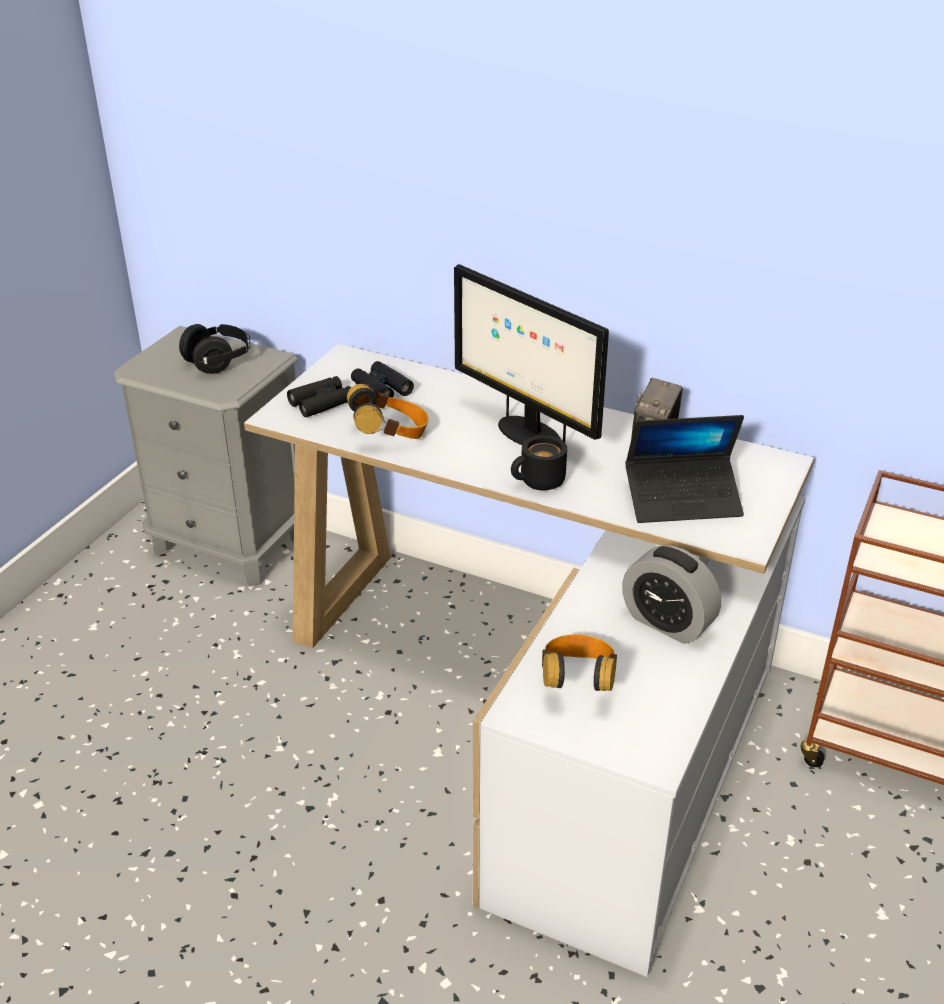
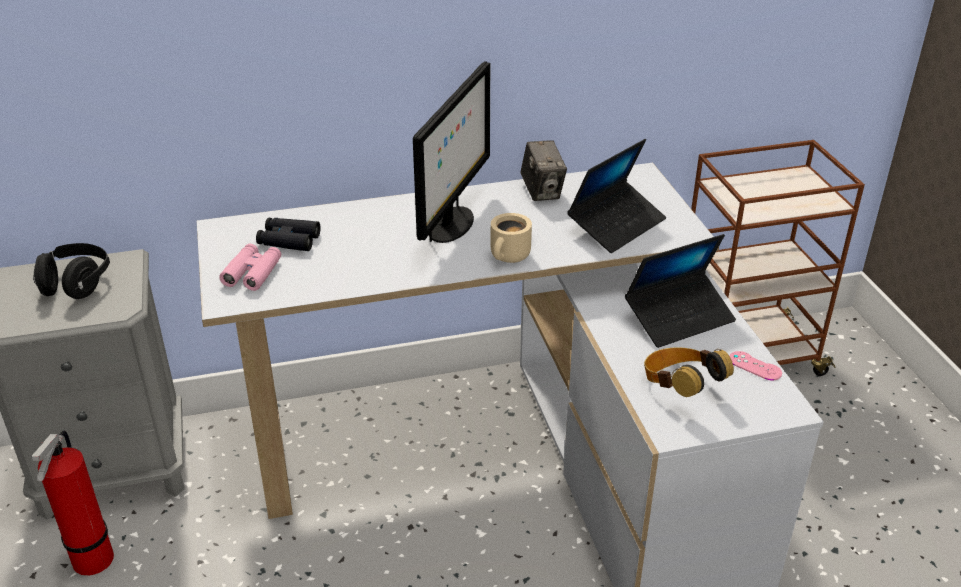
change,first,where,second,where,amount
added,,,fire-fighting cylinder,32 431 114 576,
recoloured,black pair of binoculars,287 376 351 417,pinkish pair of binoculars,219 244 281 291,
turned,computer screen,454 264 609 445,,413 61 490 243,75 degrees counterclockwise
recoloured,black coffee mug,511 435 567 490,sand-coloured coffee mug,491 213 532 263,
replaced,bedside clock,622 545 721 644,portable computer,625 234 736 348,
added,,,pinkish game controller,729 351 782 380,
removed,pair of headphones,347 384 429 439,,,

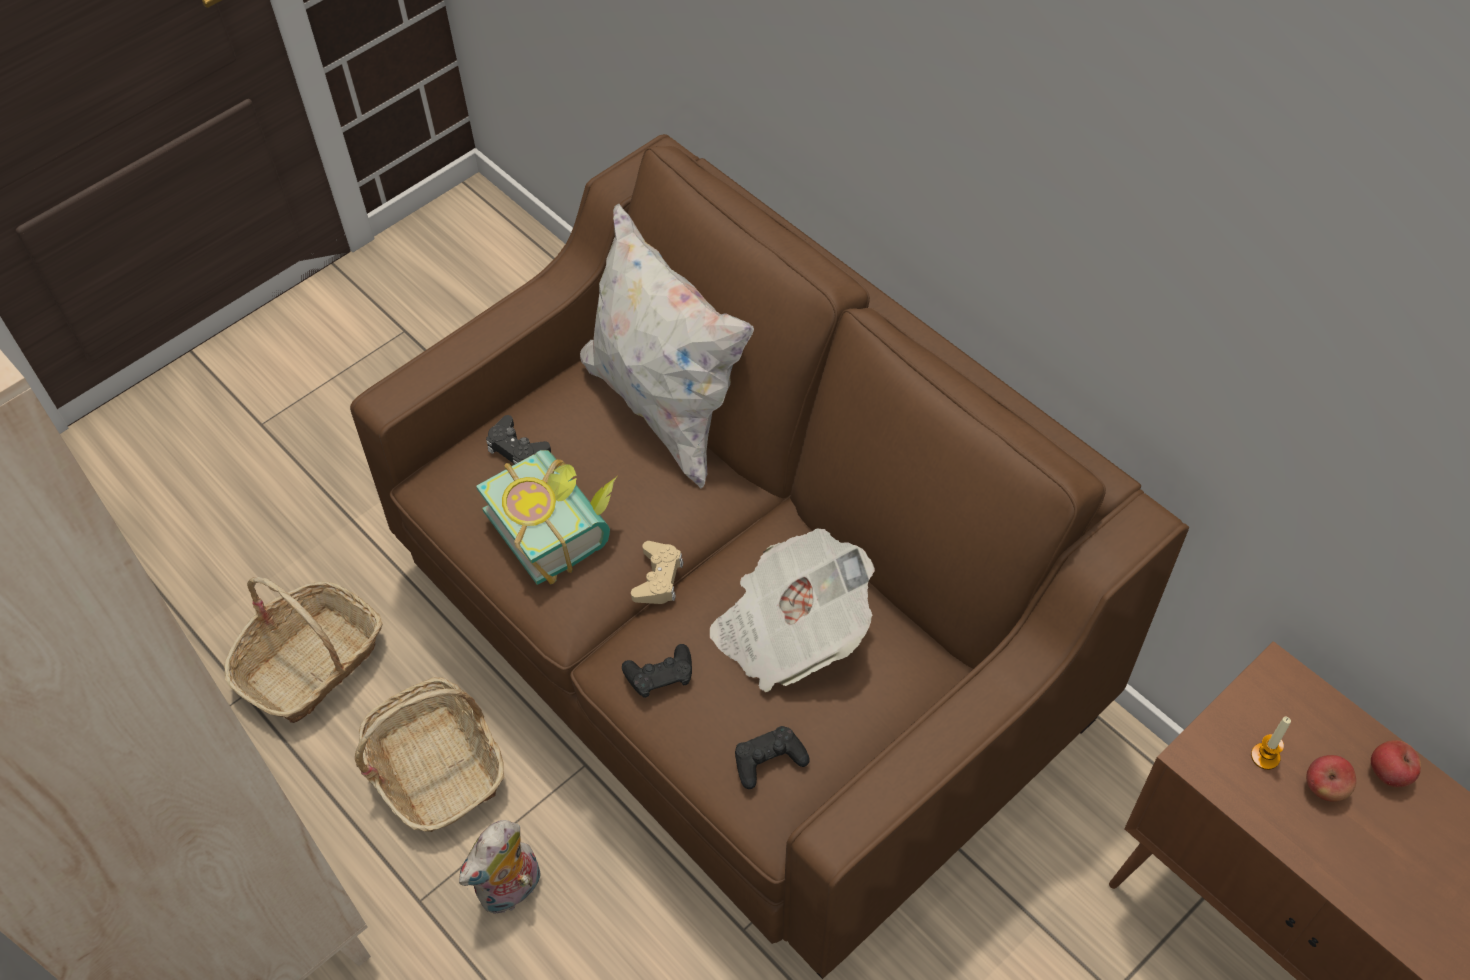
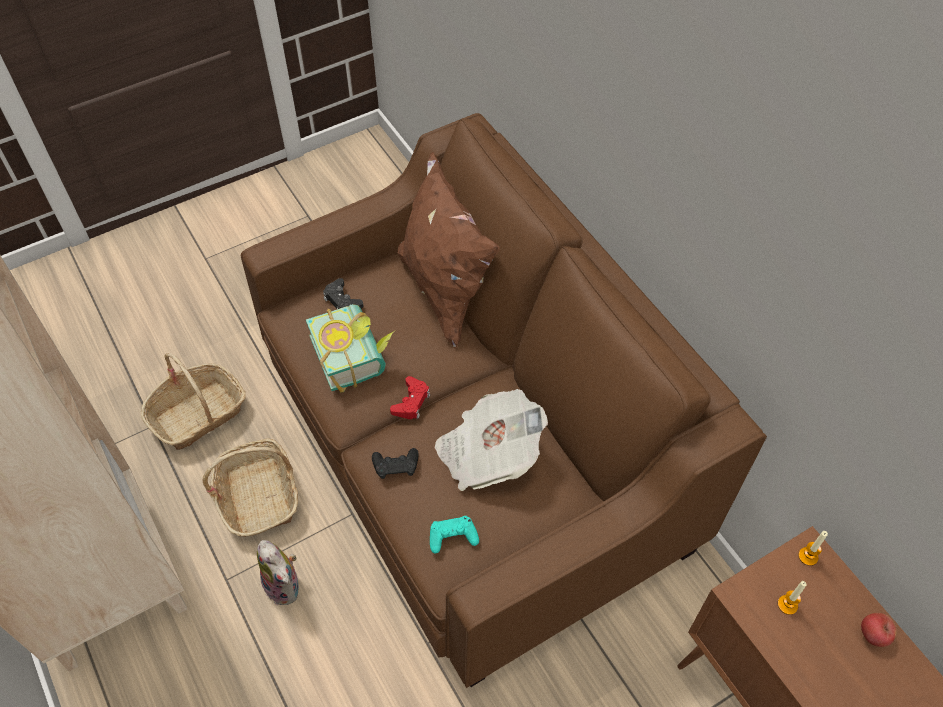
change,first,where,second,where,amount
turned,plush toy,459 820 541 914,,257 540 299 606,90 degrees counterclockwise
recoloured,sand-coloured game controller,631 541 684 604,reddish game controller,390 376 430 419,
recoloured,whitish cushion,580 204 754 488,brown-coloured cushion,398 152 500 349,
recoloured,black game controller,735 726 810 789,blue-green game controller,430 516 479 553,
added,,,wax candle,798 531 828 566,
removed,whole apple,1306 755 1356 802,,,

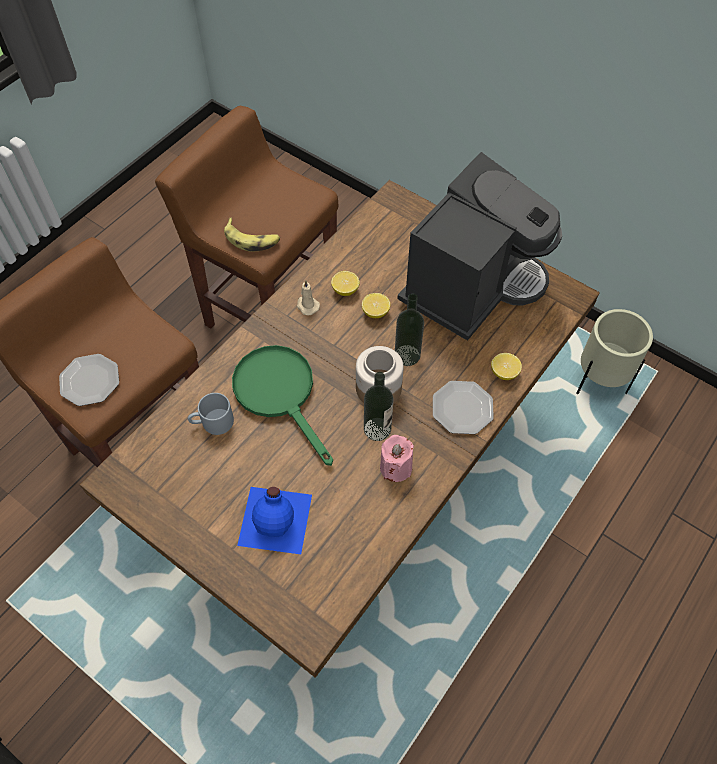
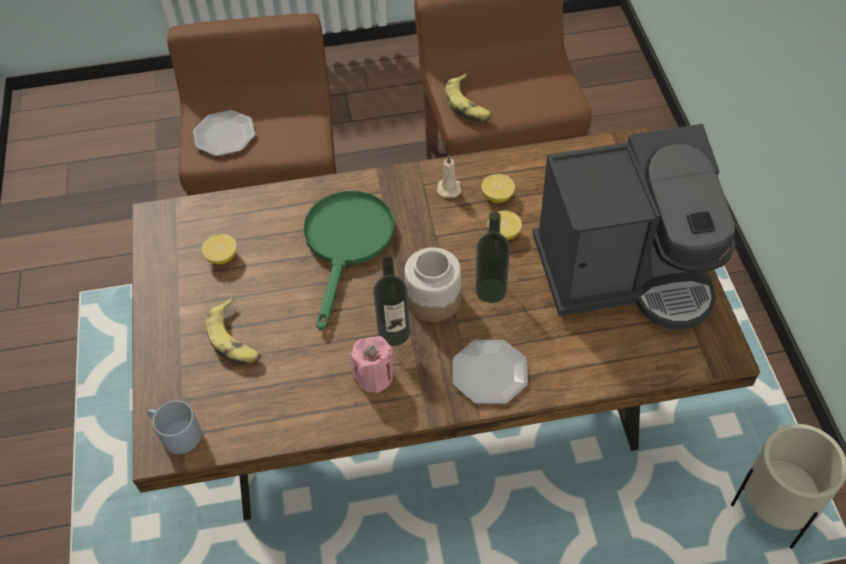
change,first,where,second,where,amount
moved,grey coffee mug,188 393 234 435,,147 401 201 454,
moved,lemon,491 353 522 380,,202 234 237 264,
replaced,blue bottle,237 487 312 554,banana fruit,205 298 262 364,

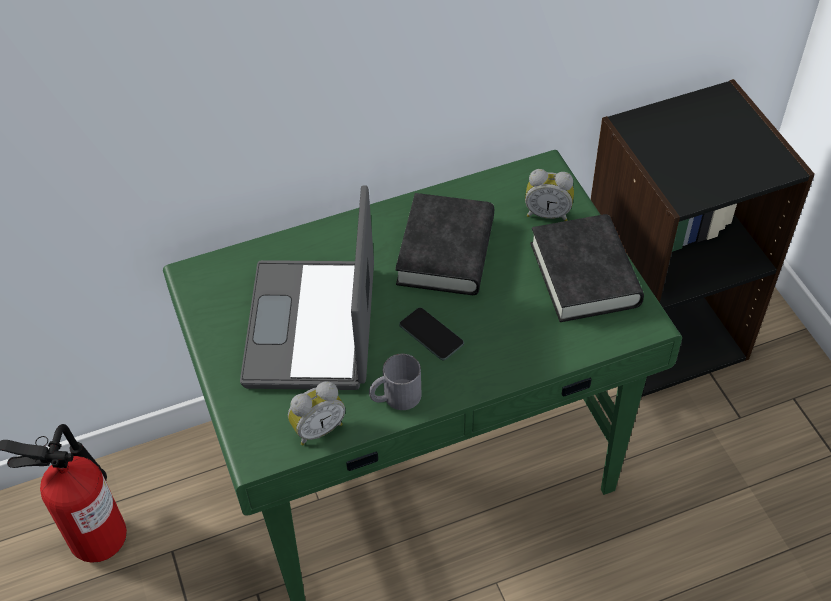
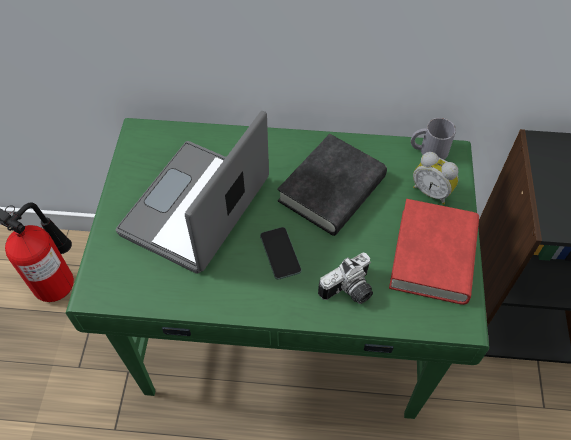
change,first,where,second,where,amount
added,,,photo camera,318 252 373 304,
recoloured,black book,530 214 644 322,reddish book,389 199 479 305,
moved,grey coffee mug,369 354 421 410,,411 118 456 160,
removed,bedside clock,288 381 345 446,,,

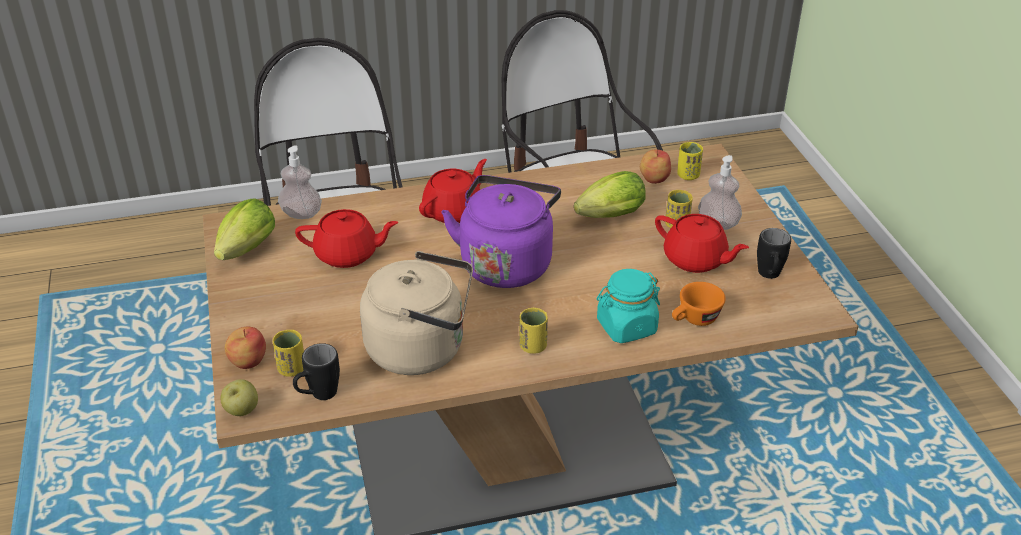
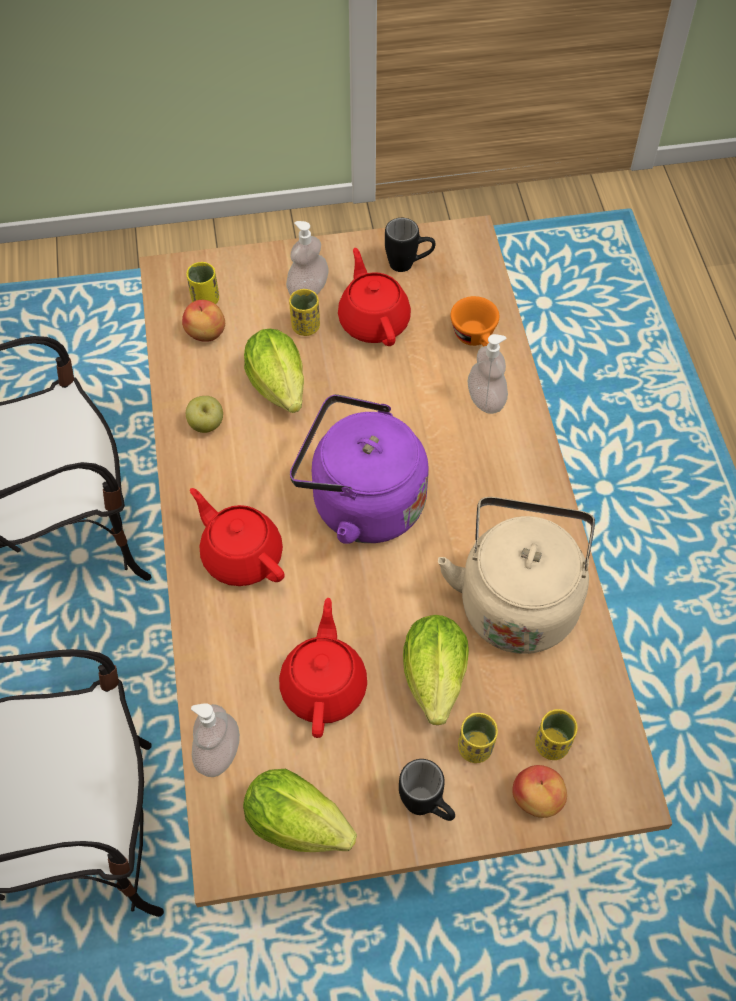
change,first,where,second,where,amount
moved,whole apple,220 379 258 416,,186 396 223 433,
turned,reddish teapot,655 214 749 273,,338 248 411 346,60 degrees counterclockwise
moved,black coffee mug,293 343 340 400,,399 759 455 821,
added,,,lettuce head,403 615 469 725,
moved,yellow-coloured cup,519 308 548 354,,458 713 498 763,
replaced,blue-green preserve jar,597 269 660 343,liquid soap bottle,468 334 508 414,

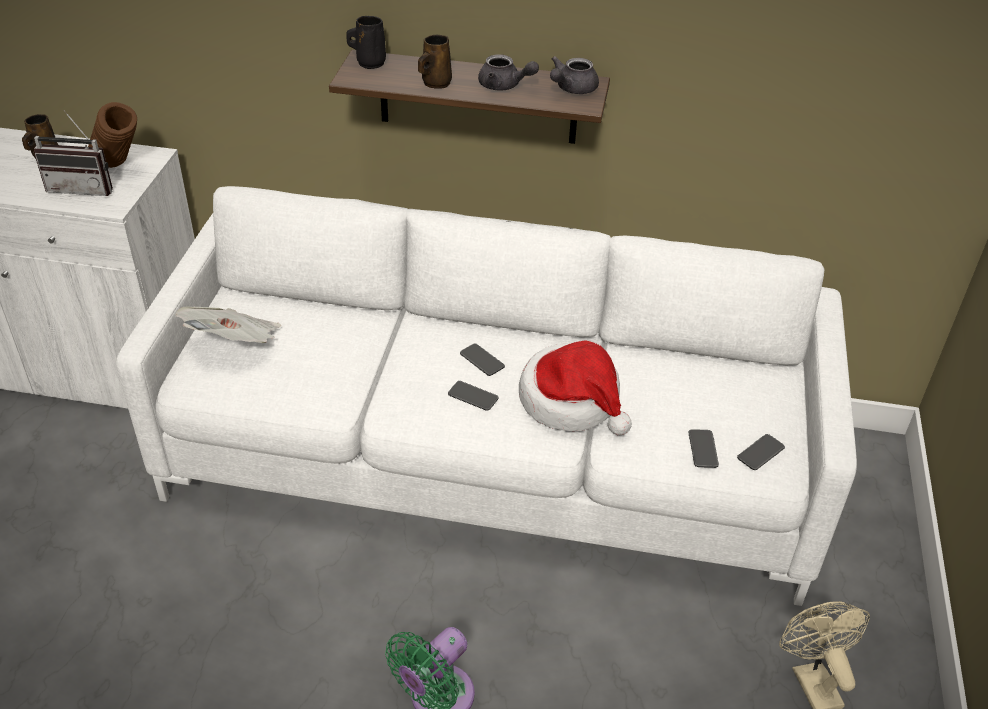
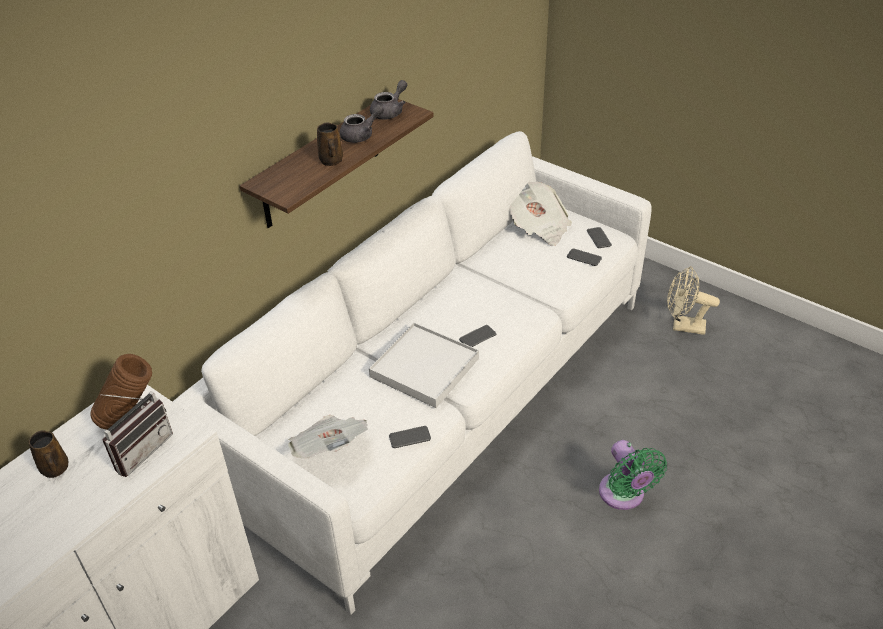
change,first,where,second,where,amount
added,,,whitish serving tray,369 322 479 408,
turned,grey teapot,550 56 599 94,,370 80 407 120,120 degrees counterclockwise
moved,phone,460 343 505 376,,389 426 431 448,
added,,,daily paper,509 181 572 246,
removed,black coffee mug,346 16 386 69,,,
removed,clothing hat,519 340 632 435,,,

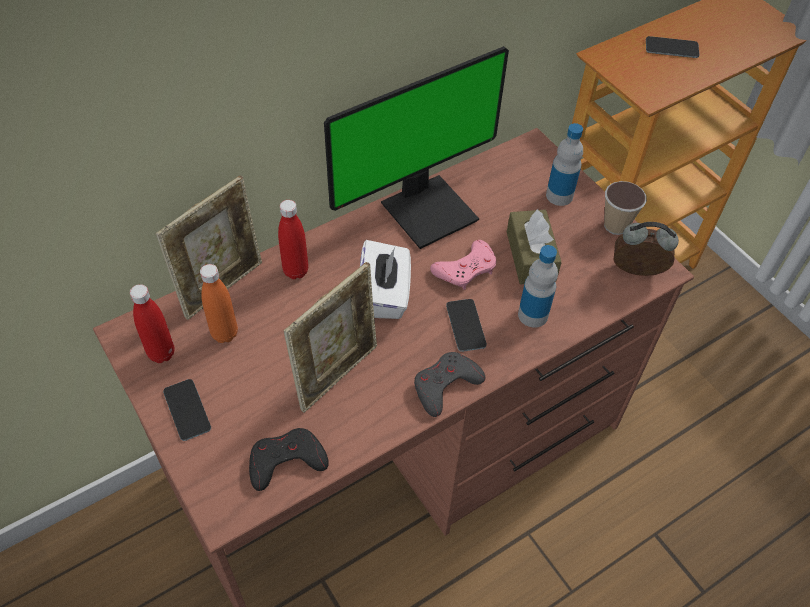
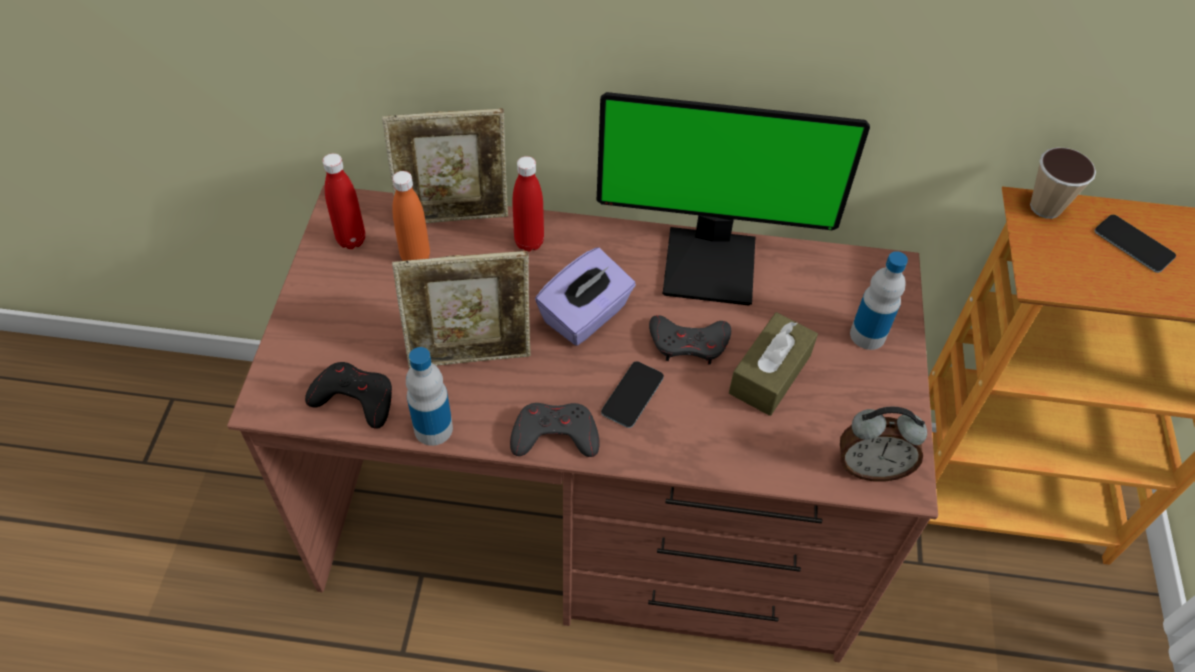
change,first,where,second,where,amount
moved,bottle,518 245 558 328,,406 347 453 446,
recoloured,whitish tissue holder,360 240 411 319,purplish tissue holder,535 248 636 346,
recoloured,pinkish game controller,430 240 496 290,grey game controller,649 315 731 365,
turned,bedside clock,614 222 679 276,,840 407 927 482,135 degrees clockwise
moved,cup,604 181 647 235,,1030 147 1096 219,
removed,phone,163 379 211 441,,,

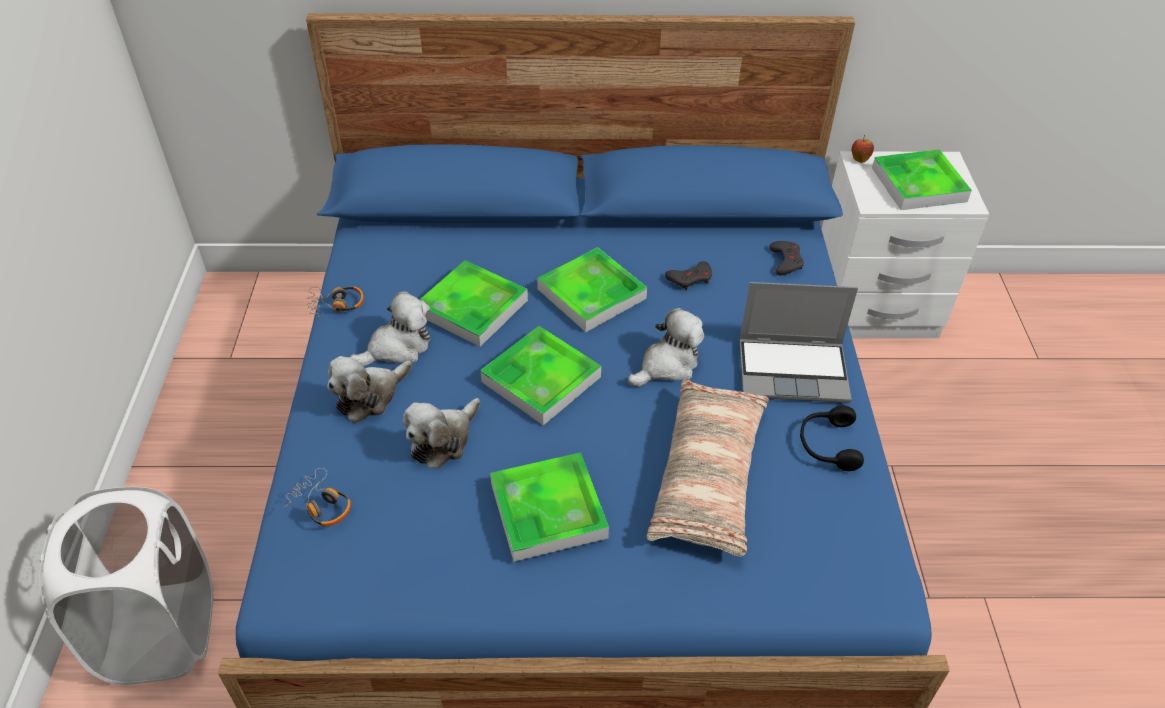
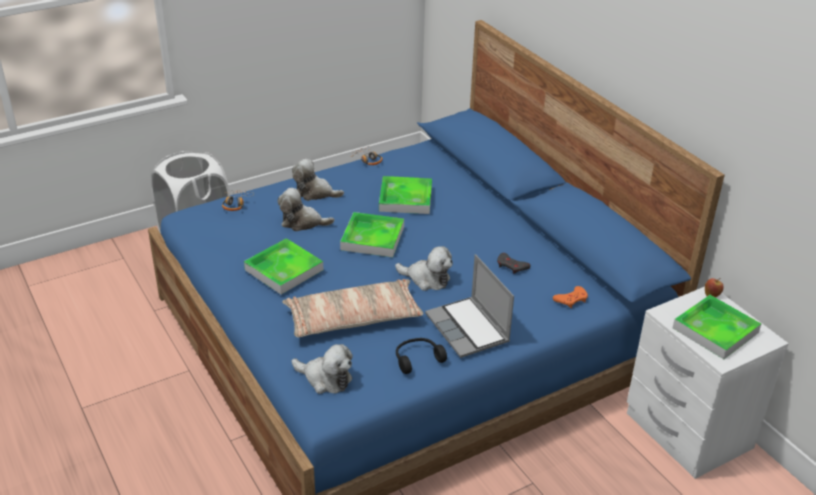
change,first,where,second,where,amount
moved,plush toy,350 291 431 367,,292 344 353 394,
recoloured,grey game controller,769 241 804 276,orange-coloured game controller,553 286 588 308,
removed,serving tray,537 247 647 332,,,

